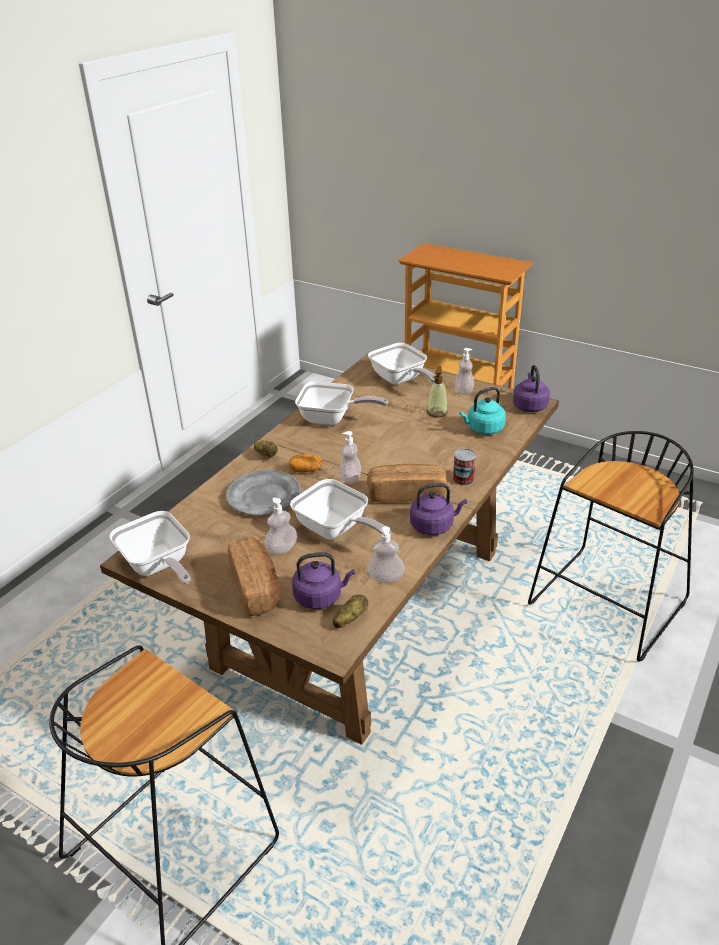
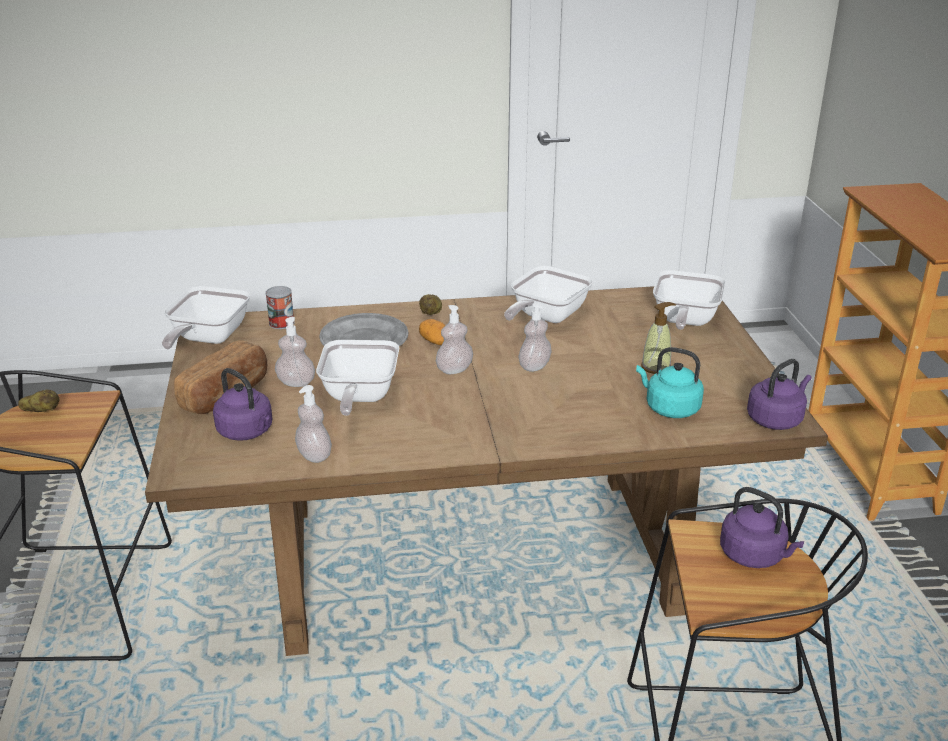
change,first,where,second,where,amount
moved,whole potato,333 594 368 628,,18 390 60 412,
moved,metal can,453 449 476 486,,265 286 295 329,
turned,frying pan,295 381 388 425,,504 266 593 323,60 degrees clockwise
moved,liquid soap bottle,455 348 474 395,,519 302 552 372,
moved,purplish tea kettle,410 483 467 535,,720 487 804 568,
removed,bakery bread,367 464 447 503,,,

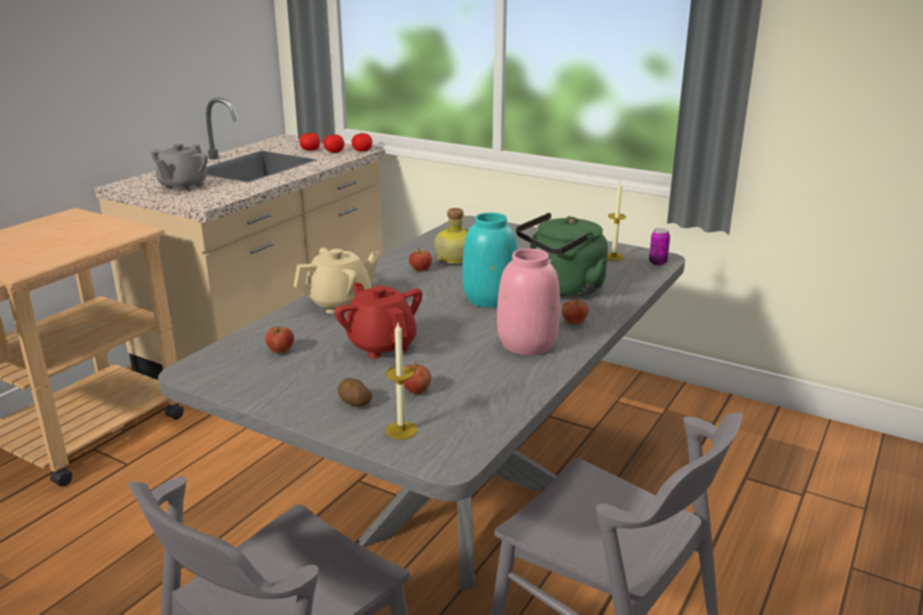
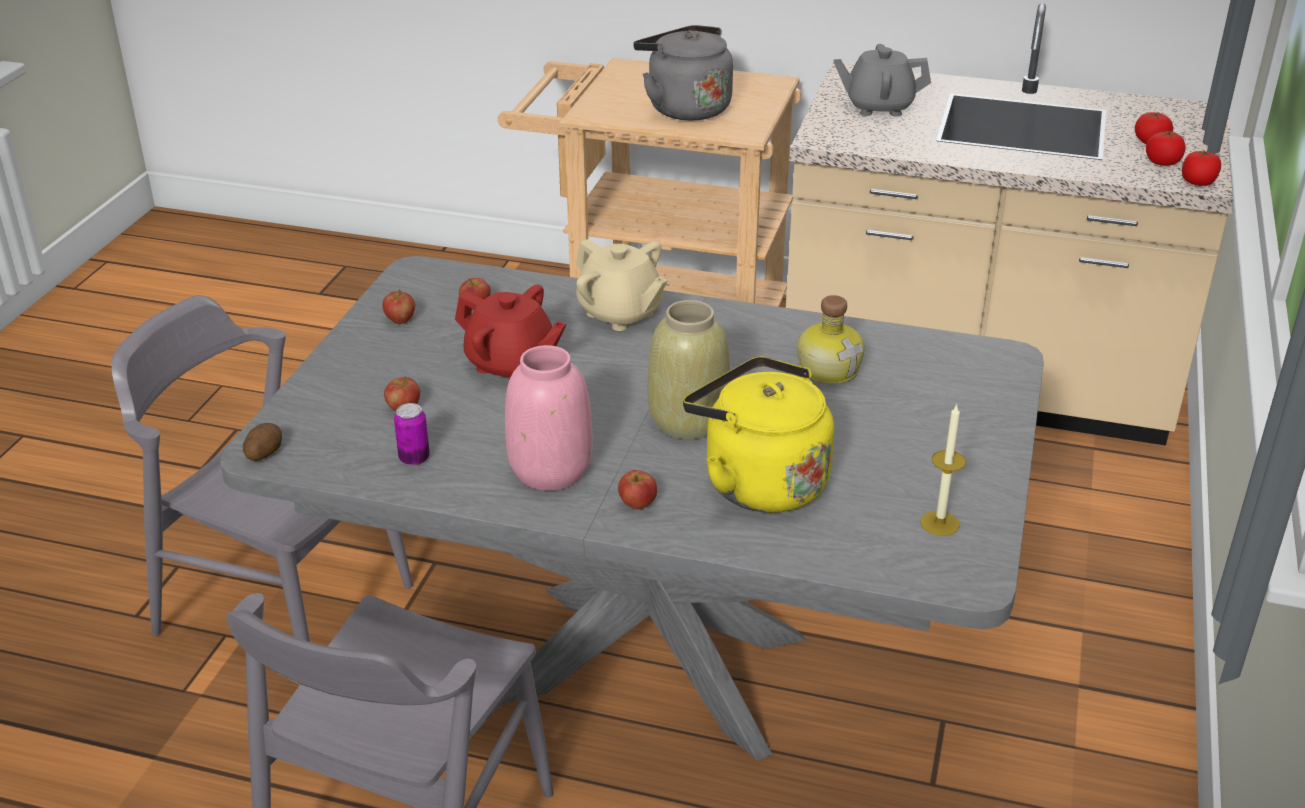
change,first,where,second,where,amount
moved,whole potato,338 378 372 407,,243 423 282 461,
moved,whole apple,409 248 432 271,,382 289 415 324,
moved,metal can,649 228 670 266,,394 403 430 466,
turned,reddish teapot,334 282 423 359,,455 285 566 379,75 degrees clockwise
added,,,grey tea kettle,633 25 733 120,
recoloured,blue-green vase,462 213 517 307,sand-coloured vase,647 300 730 439,
recoloured,green tea kettle,516 213 608 298,yellow-coloured tea kettle,683 356 834 513,
removed,wax candle,386 323 418 439,,,

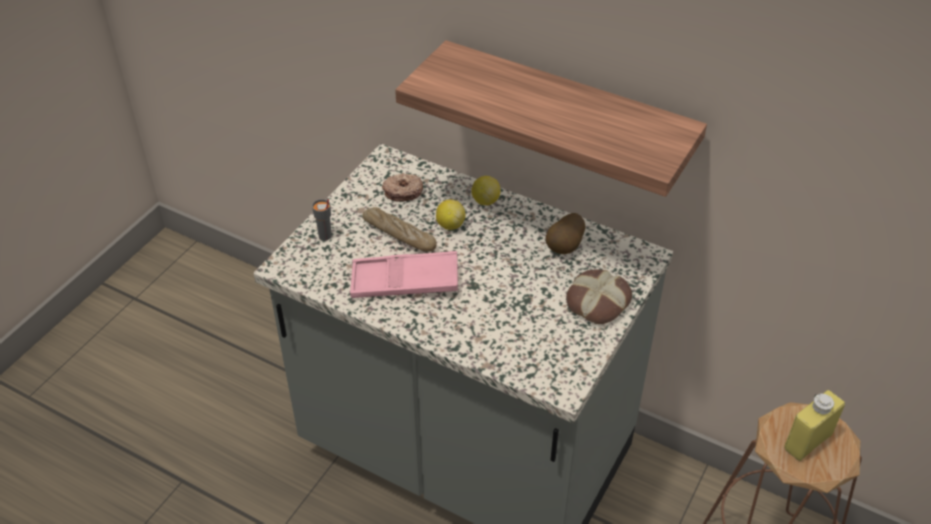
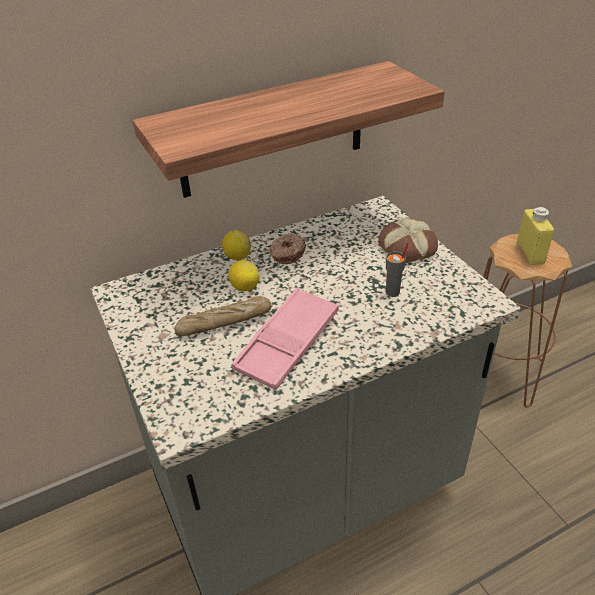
change,first,where,second,where,amount
moved,ring doughnut,382 173 423 202,,269 233 306 264,
moved,grey cup,312 199 332 241,,386 242 409 297,
removed,whole potato,546 213 585 254,,,

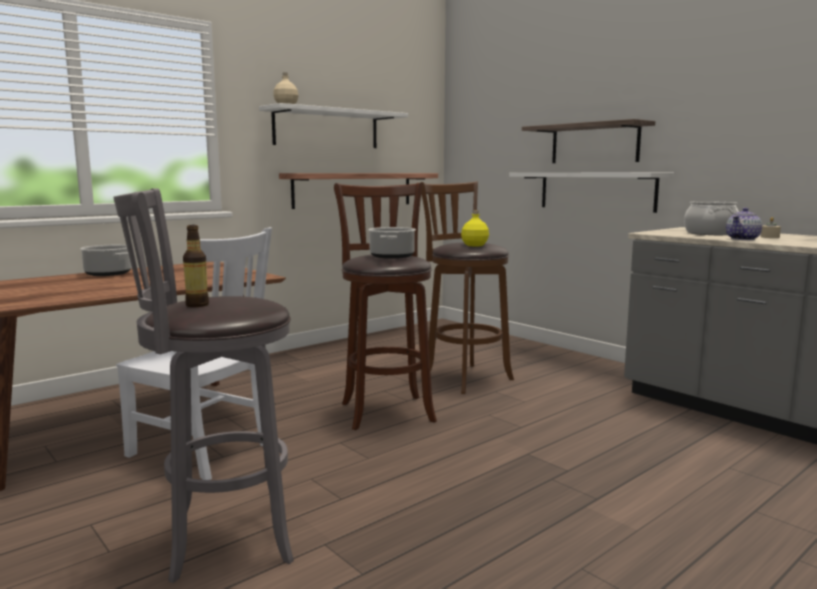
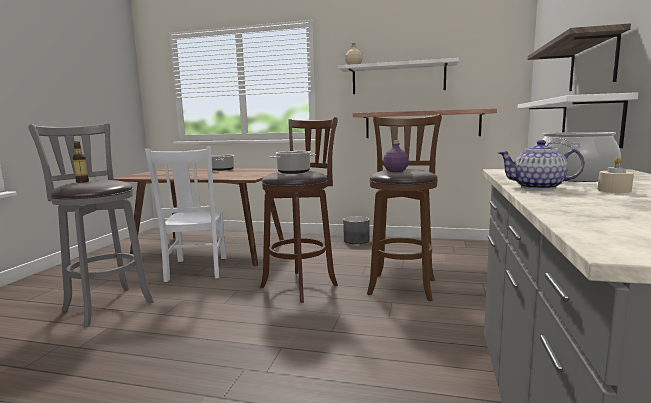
change,first,where,second,where,amount
added,,,grey flower pot,343 216 370 244,
recoloured,yellow-coloured bottle,461 210 489 246,purplish bottle,383 140 409 172,

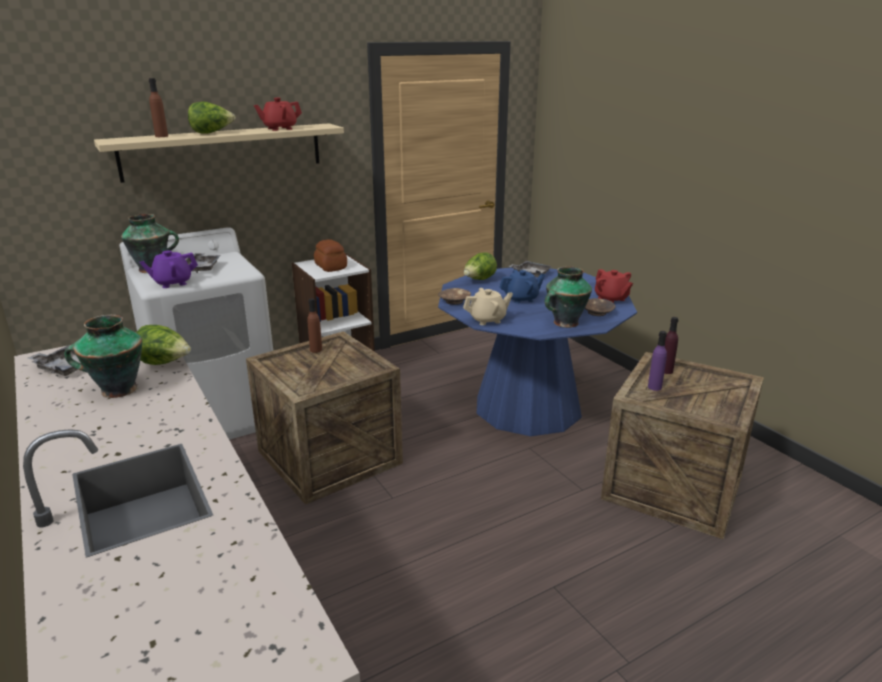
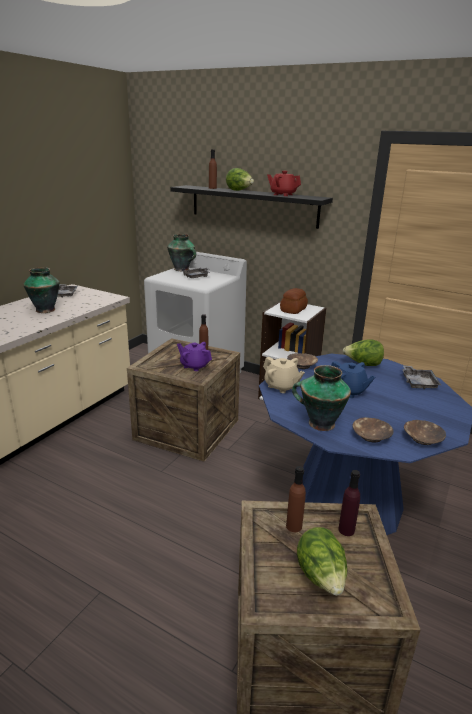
change,first,where,second,where,amount
recoloured,sand-coloured shelf,94 123 344 183,black shelf,171 185 333 229,
moved,purplish teapot,139 250 198 288,,177 342 212 371,
recoloured,purplish bottle,648 331 667 391,brown-coloured bottle,286 466 306 532,
moved,lettuce head,136 325 191 365,,297 527 347 596,
replaced,reddish teapot,595 269 633 303,brown-coloured serving bowl,404 420 446 445,

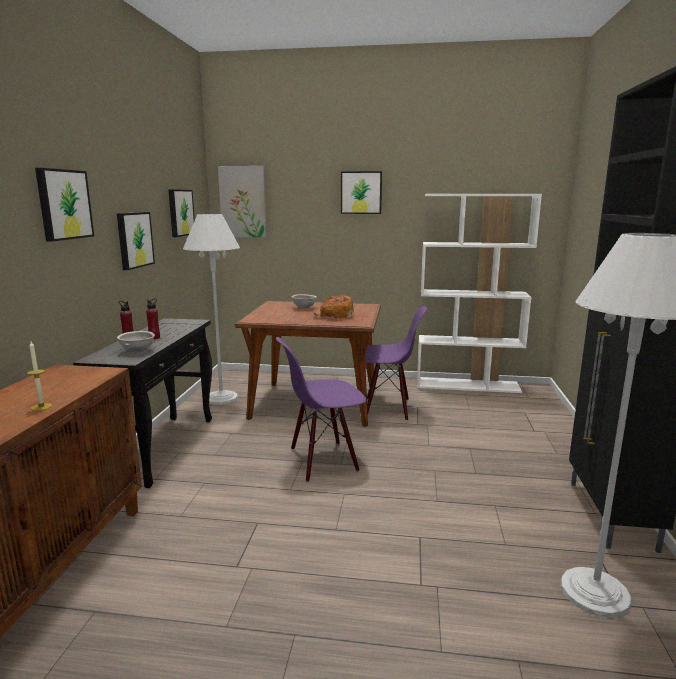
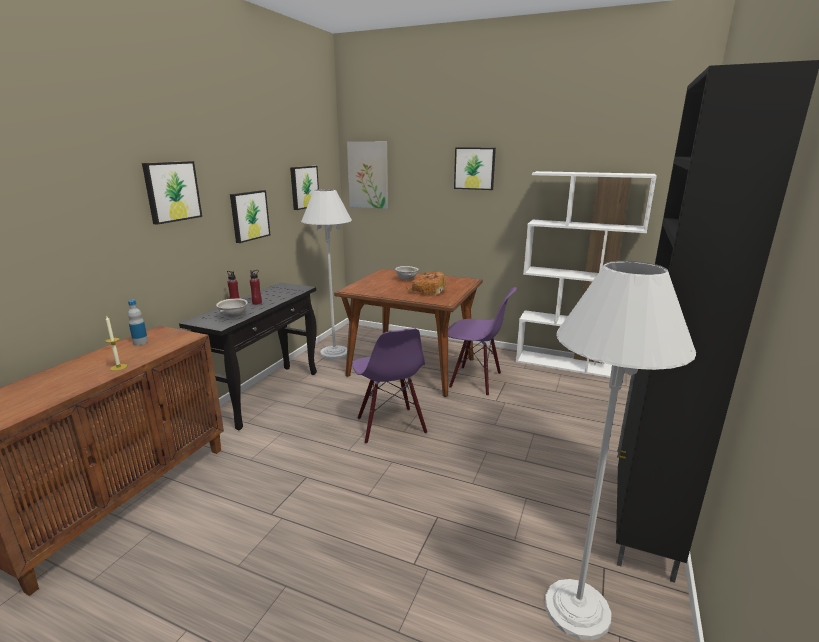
change,first,where,second,where,amount
added,,,bottle,128 300 148 345,
turned,purplish chair,276 337 366 482,,352 328 427 444,105 degrees counterclockwise

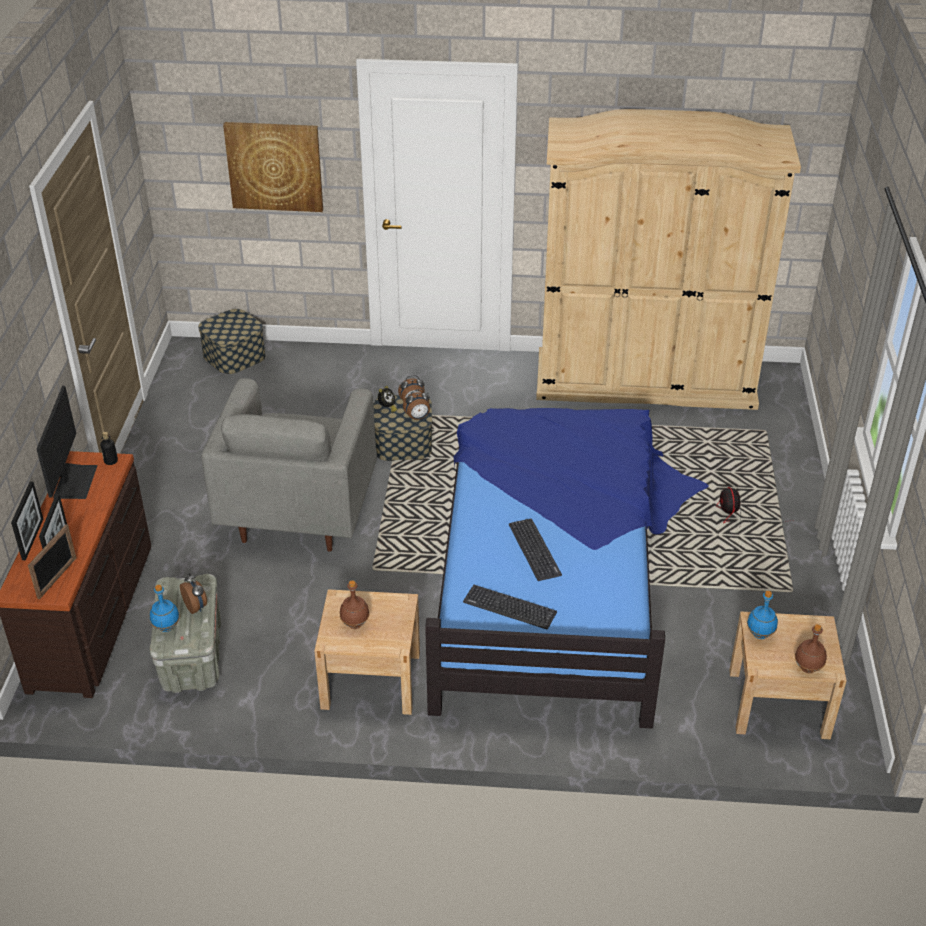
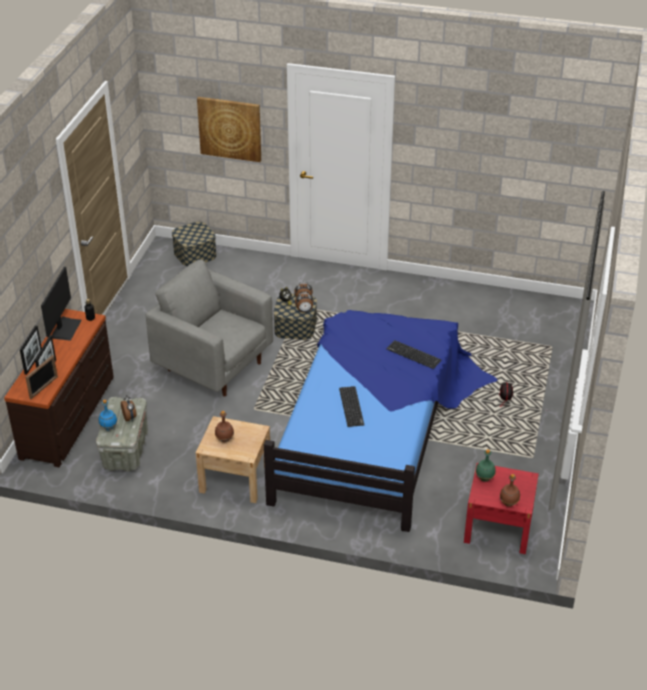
change,first,where,second,where,amount
turned,grey lounge chair,201 378 377 552,,146 260 273 397,105 degrees clockwise
moved,keyboard,463 585 557 629,,386 340 442 369,
recoloured,sand-coloured bedside table,729 612 847 739,reddish bedside table,464 463 539 554,
recoloured,blue bottle,747 591 778 639,green bottle,476 449 496 482,
removed,sand-coloured wardrobe,536 109 801 410,,,

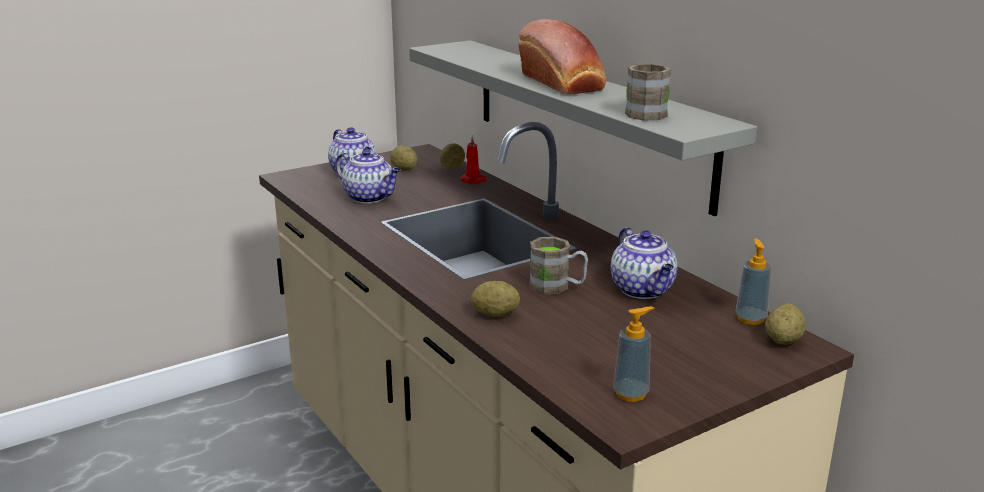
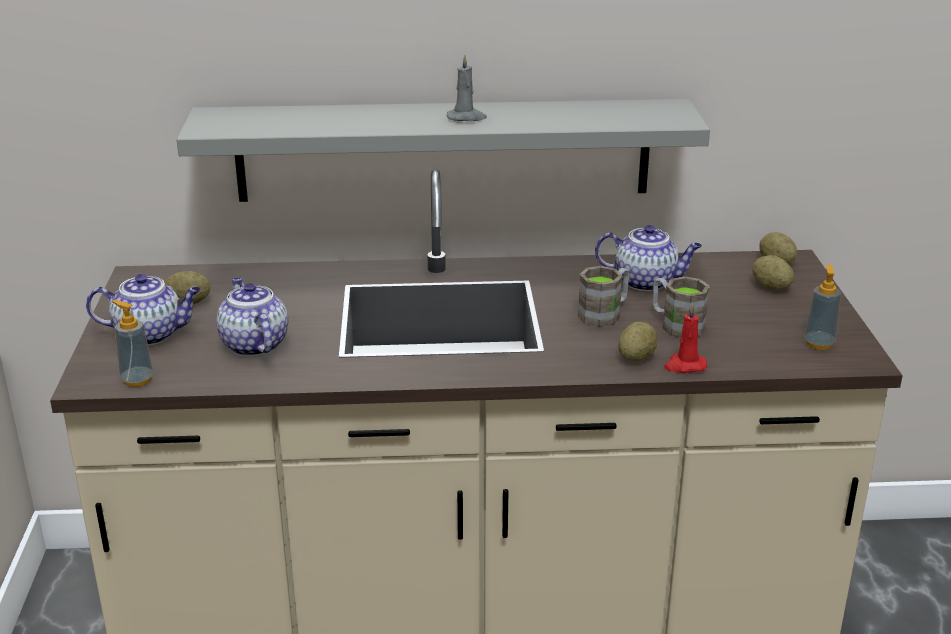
change,first,where,second,where,amount
moved,liquid soap bottle,735 239 771 325,,112 300 154 387,
turned,teapot,335 149 401 203,,216 277 288 356,90 degrees counterclockwise
replaced,bakery bread,518 19 606 95,grey wax candle,447 54 487 121,
moved,brown-coloured coffee mug,625 64 671 121,,653 276 710 338,
moved,reddish wax candle,460 135 486 184,,664 303 707 373,
moved,whole potato,440 143 465 168,,752 255 794 290,

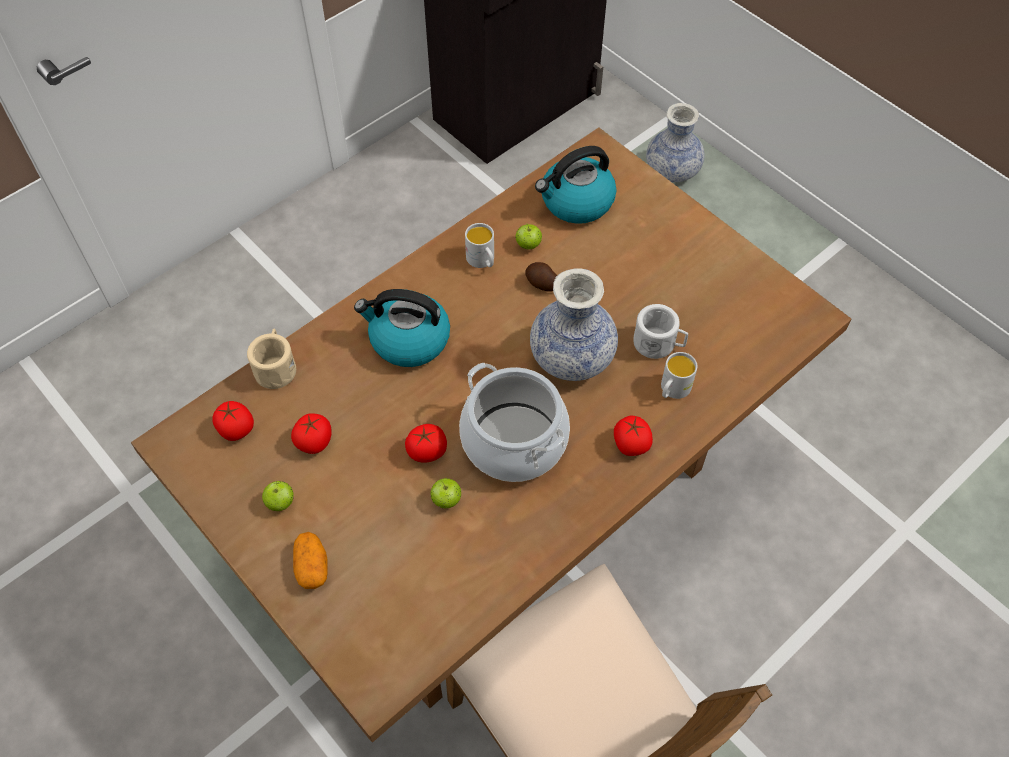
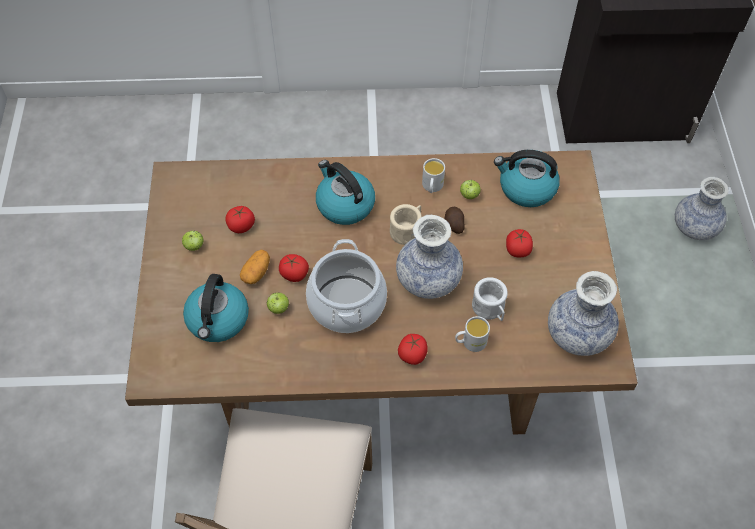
change,first,where,second,where,amount
added,,,tea kettle,183 274 249 342,
moved,whole potato,293 532 328 589,,240 249 270 284,
moved,sand-coloured coffee mug,247 329 296 389,,390 204 422 245,
moved,whole tomato,213 401 254 441,,506 229 533 257,
added,,,vase,548 271 619 356,

